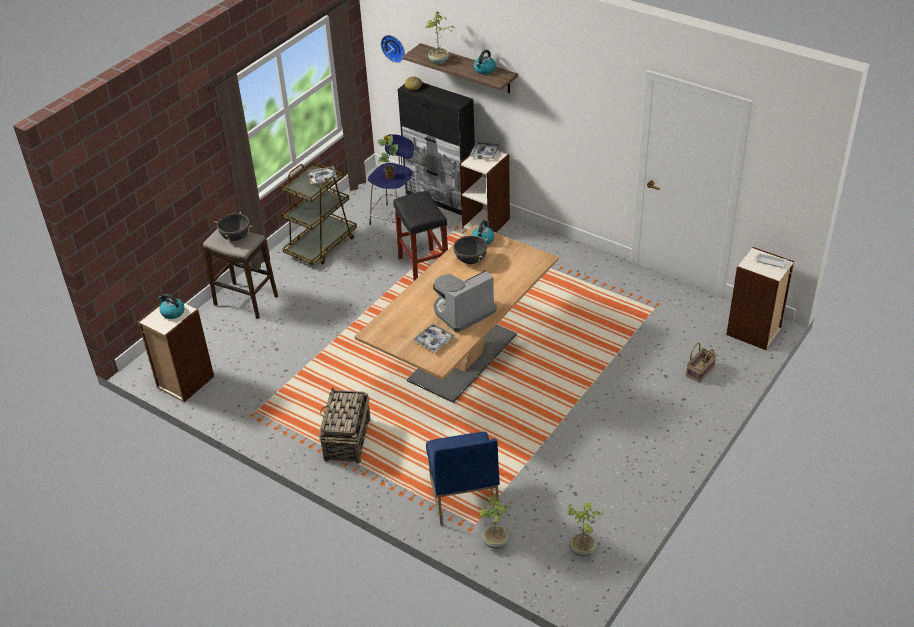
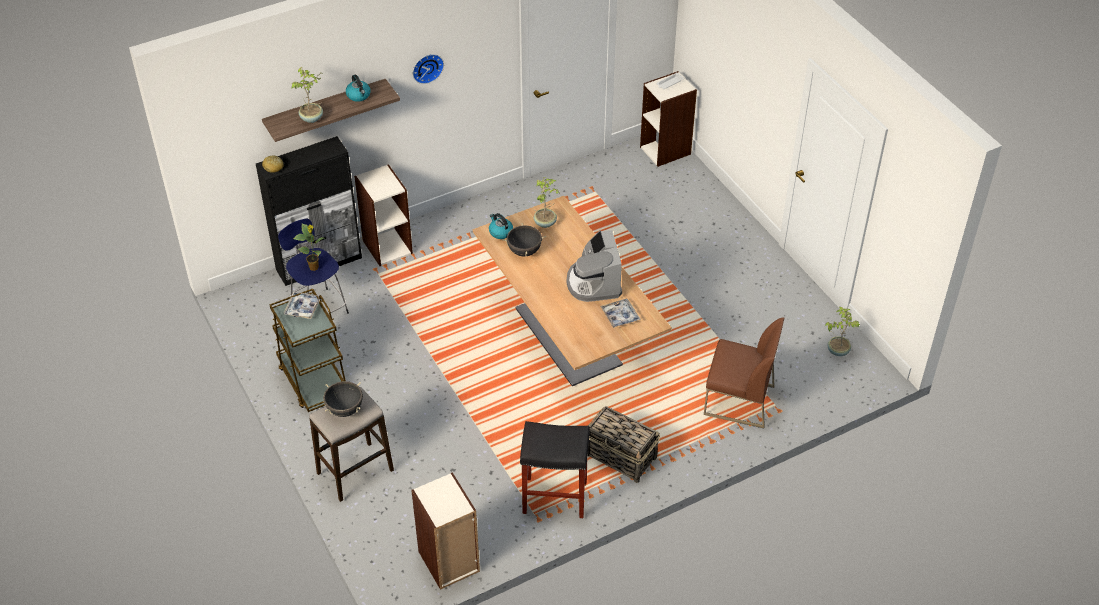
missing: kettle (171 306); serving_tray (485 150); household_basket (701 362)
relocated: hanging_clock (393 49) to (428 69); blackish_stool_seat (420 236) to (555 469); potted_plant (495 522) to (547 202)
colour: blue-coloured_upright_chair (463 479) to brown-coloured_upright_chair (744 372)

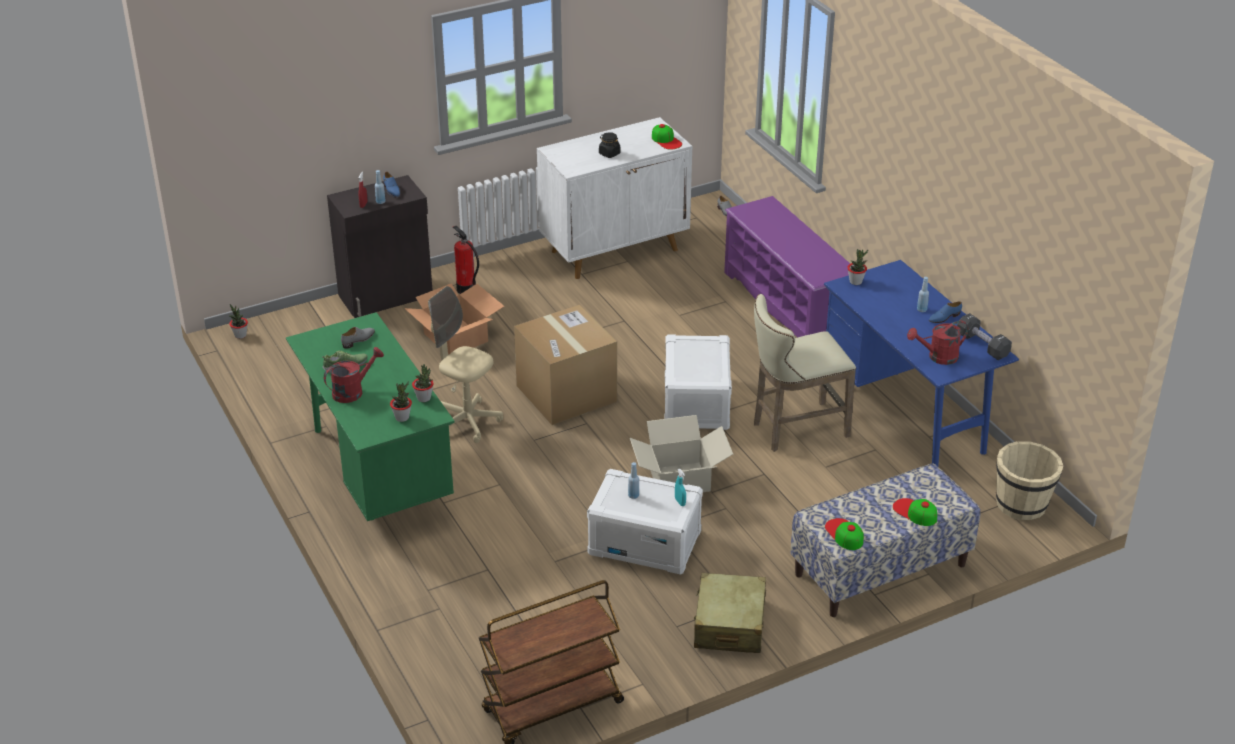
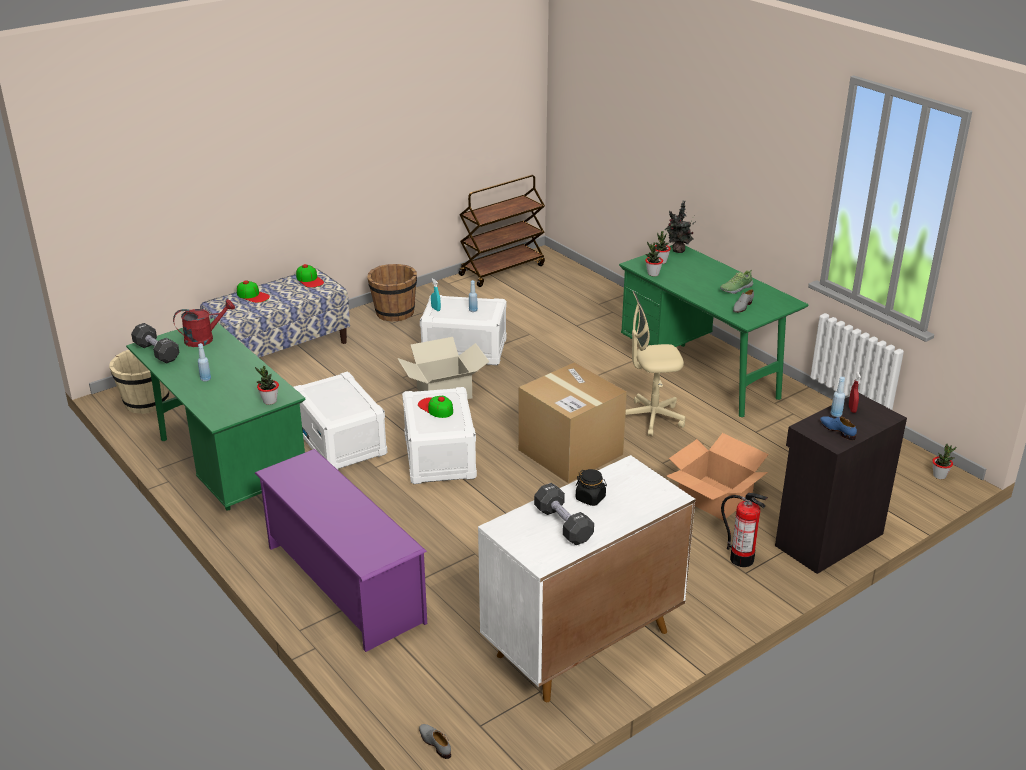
missing: red-coloured_watering_can (354 375); blue-coloured_low_shoe (945 312)
appeared: blackish_dumbbell (564 514); potted_plant (680 226)
relocated: cap (667 136) to (435 407)
exchanged: sand-coloured_travel_case (730 613) to brown-coloured_pail (392 292); sand-coloured_stool_seat (805 373) to whitish_storage_box (340 421)
colour: blue-coloured_desk (921 363) to greenish_desk (216 414)
spun: sand-coloured_office_chair (465 364) = (655 364) 150 degrees clockwise

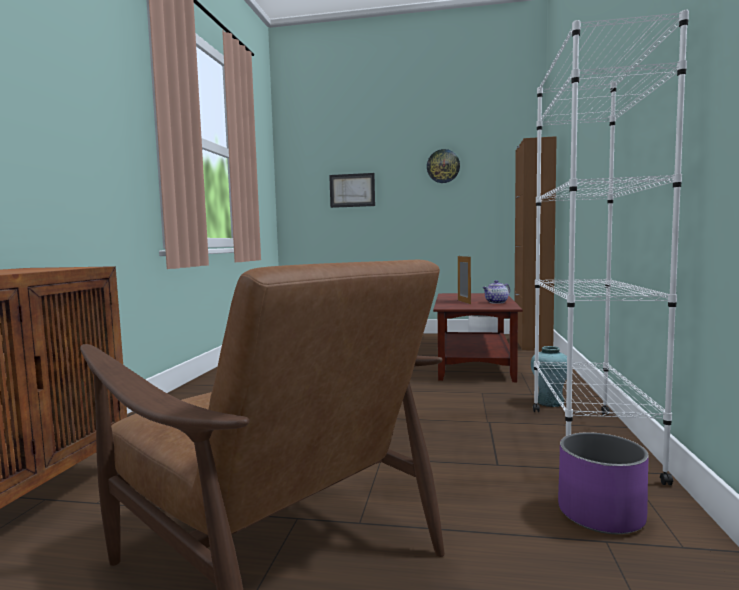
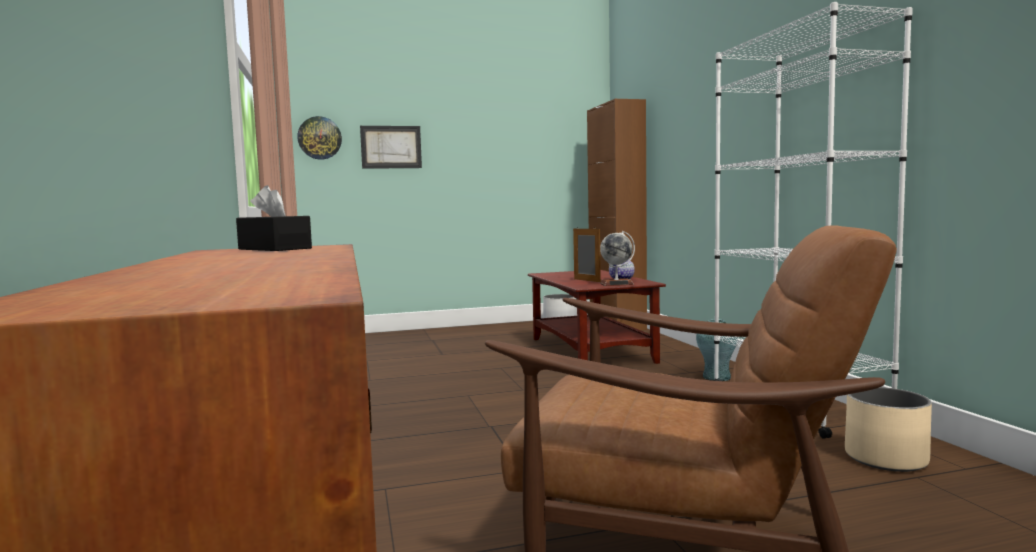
appeared: blackish_box_of_tissues (274 218); globe (617 258)
relocated: hanging_clock (443 166) to (319 138)
colour: purple_plant_pot (603 483) to sand-coloured_plant_pot (888 429)

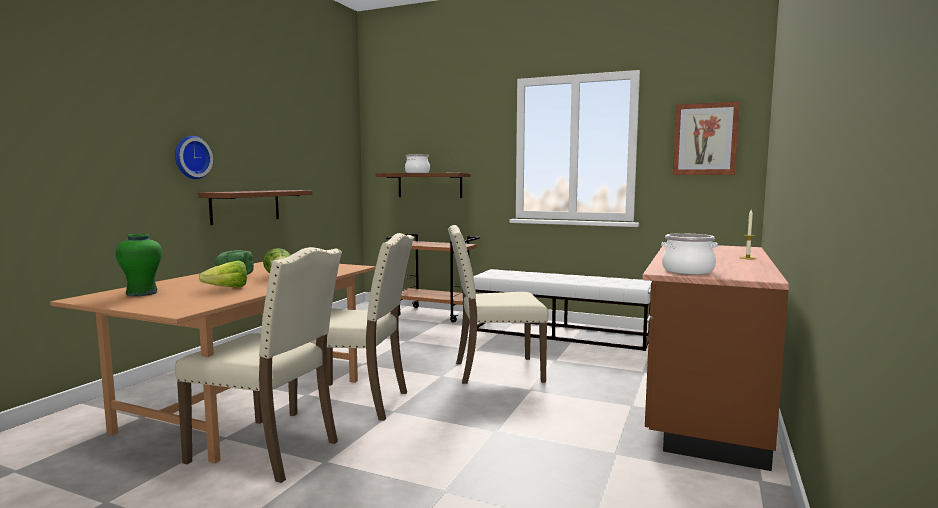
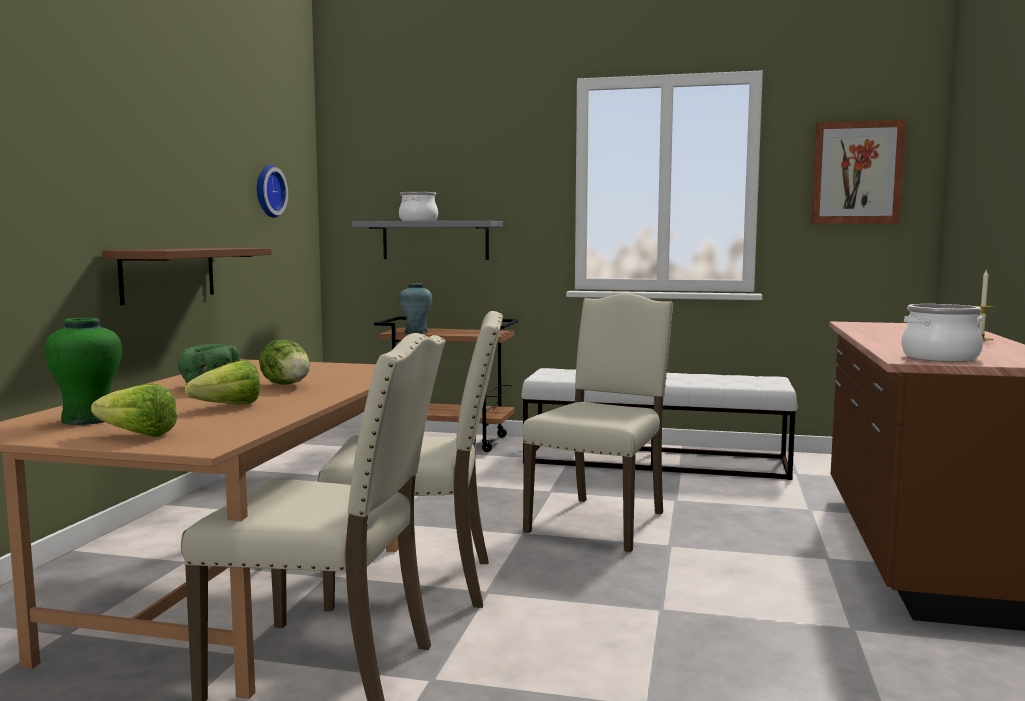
appeared: lettuce_head (134 410); blue-green_flower_vase (415 308)
relocated: hanging_clock (194 157) to (272 191)
colour: brown-coloured_bracket_shelf (423 185) to greyish_bracket_shelf (427 240)
spun: sand-coloured_upright_chair (498 304) = (598 422) 135 degrees clockwise

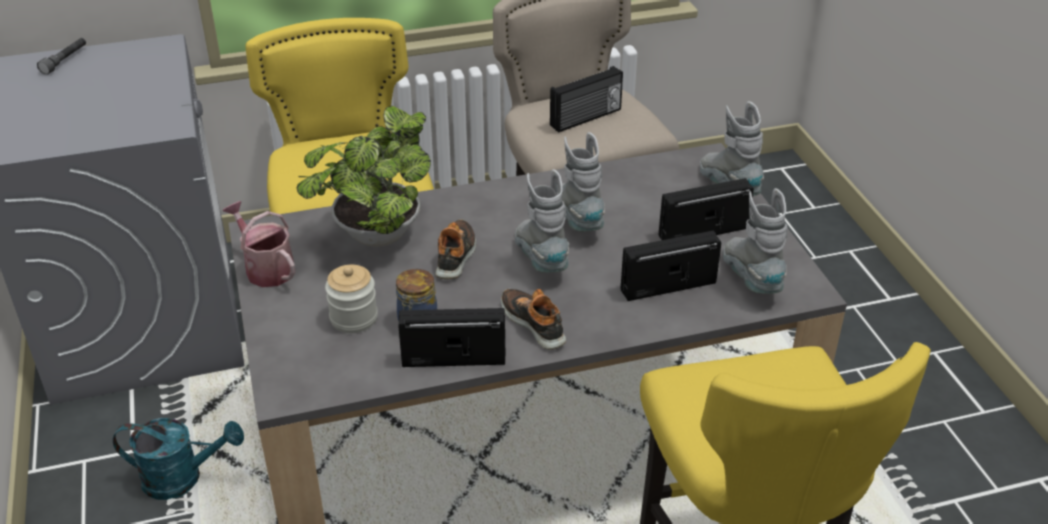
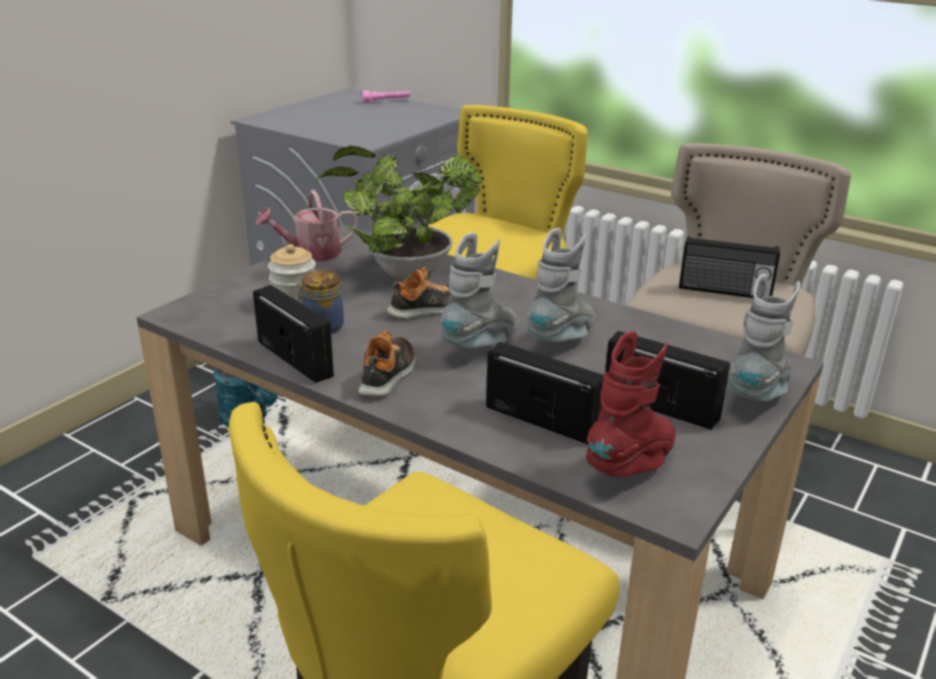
colour: greyish_flashlight (61 56) to pink_flashlight (385 96); greyish_high-top_boot (755 241) to red-coloured_high-top_boot (631 404)
spun: watering_can (258 244) = (307 225) 120 degrees counterclockwise

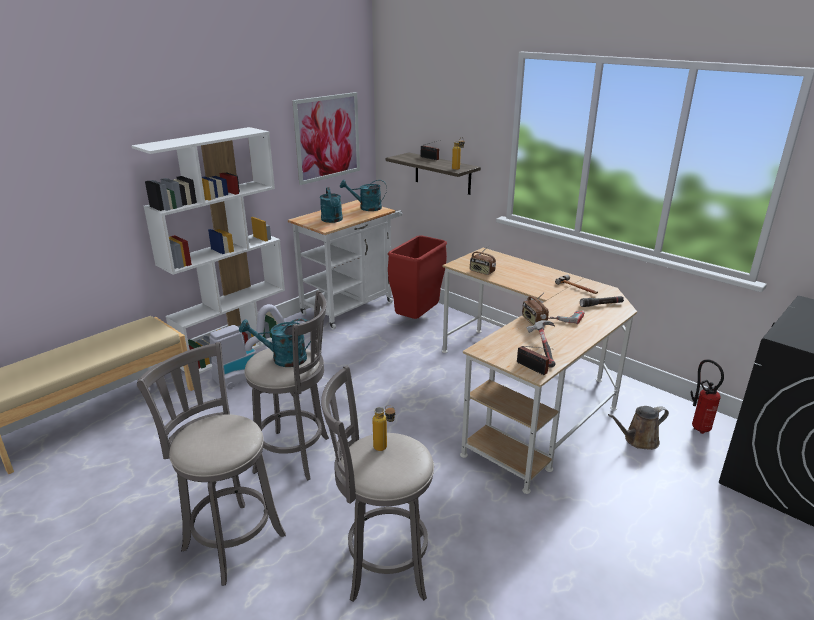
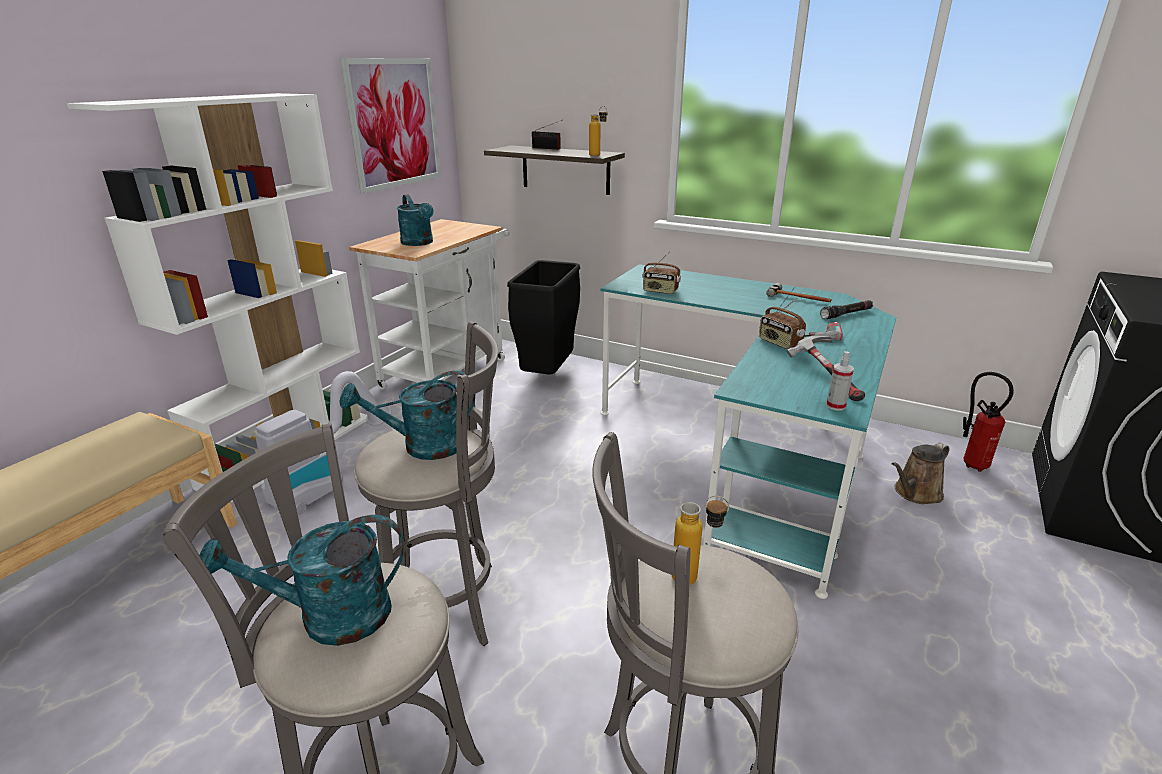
relocated: blue-green_watering_can (363 195) to (301 580)
exchanged: radio_set (533 360) to spray_bottle (840 381)
colour: red-coloured_waste_bin (417 277) to blackish_waste_bin (543 317); sand-coloured_desk (539 371) to blue-green_desk (748 431)

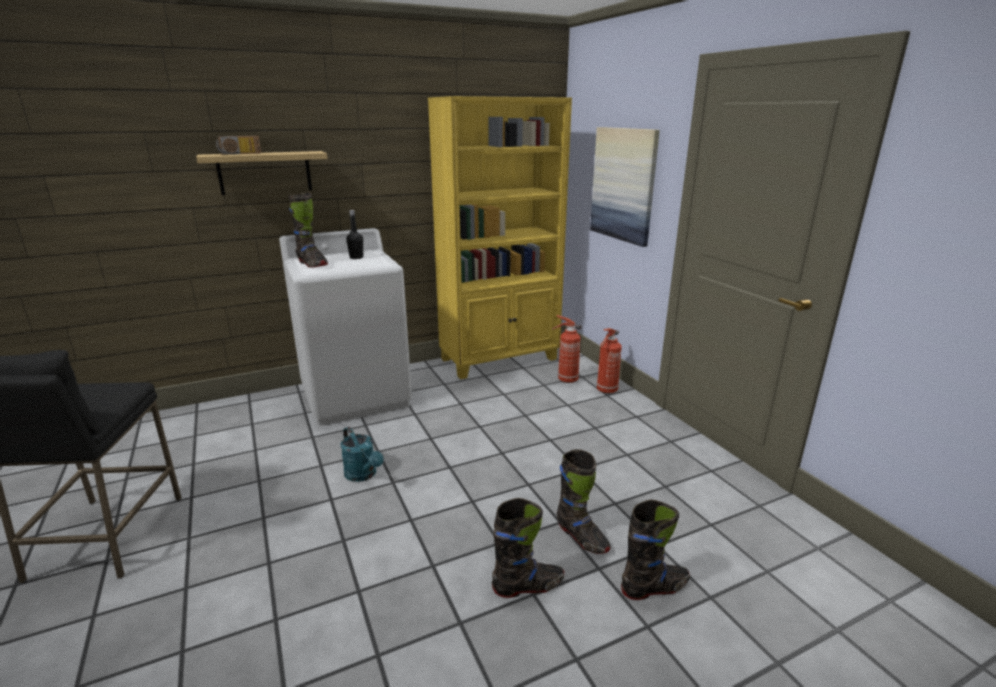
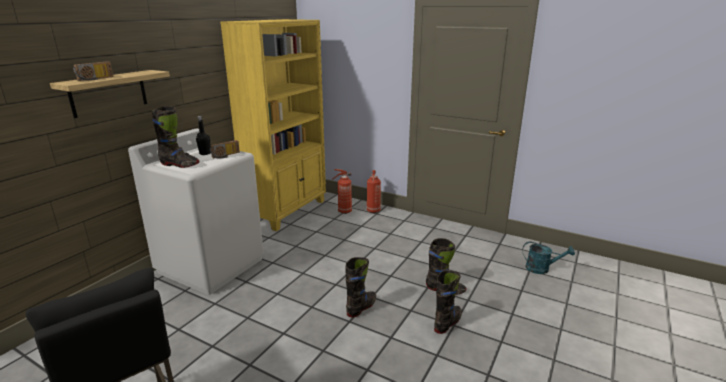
missing: wall_art (625 187)
appeared: radio_set (225 149)
relocated: blue-green_watering_can (362 454) to (548 257); blackish_high-top_boot (655 549) to (360 287)

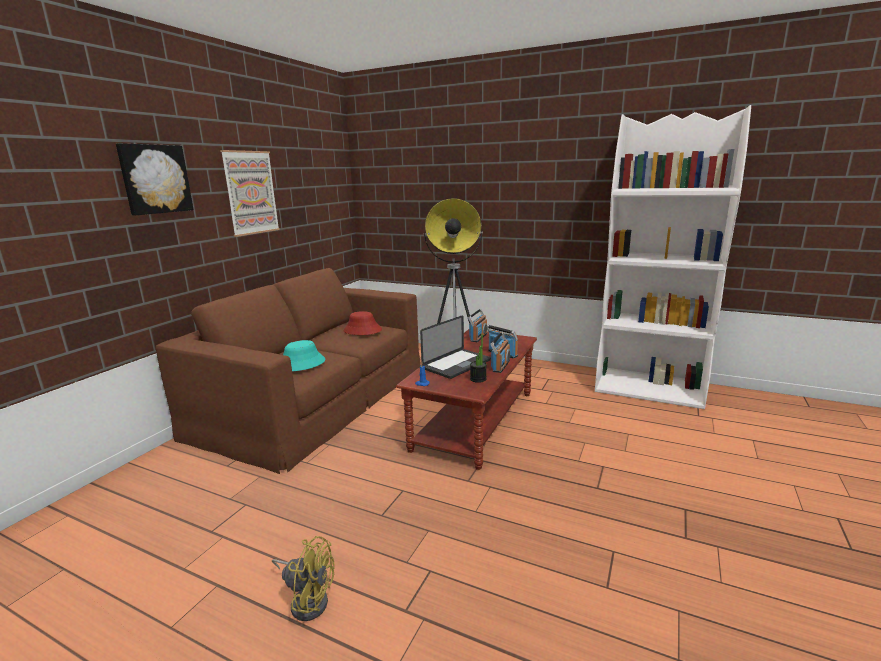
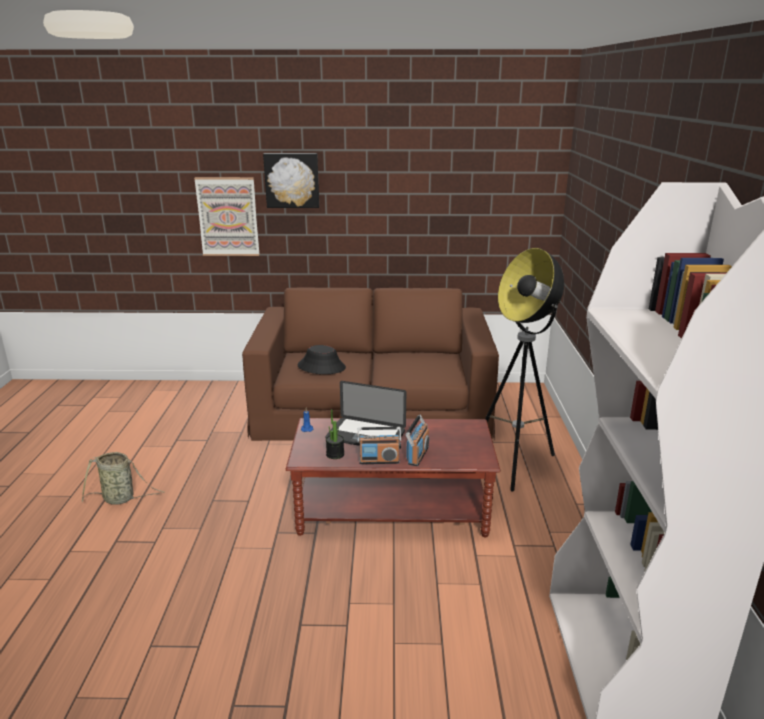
missing: red-coloured_wearable_hat (362 323); radio_set (477 325)
relocated: wall_art (250 193) to (227 216)
exchanged: yellow_fan (303 578) to household_basket (123 478)
colour: blue-green_wearable_hat (304 355) to blackish_wearable_hat (322 359)

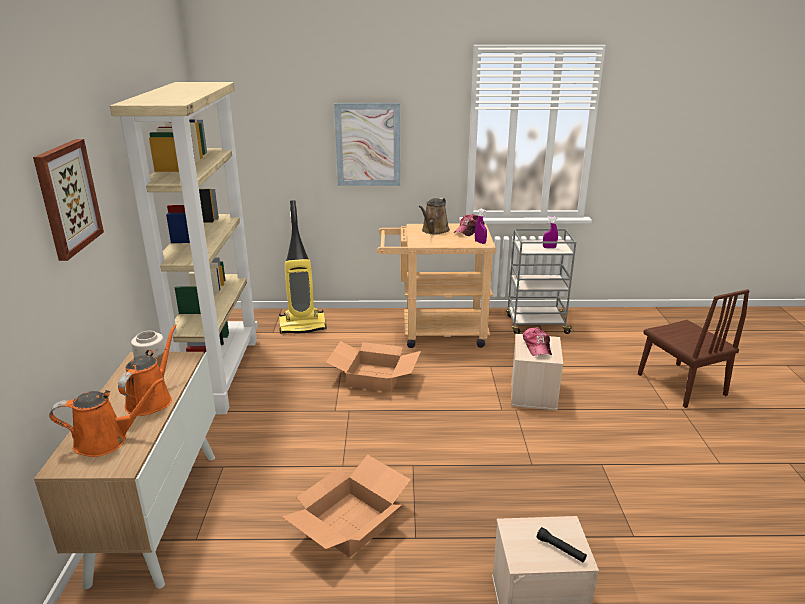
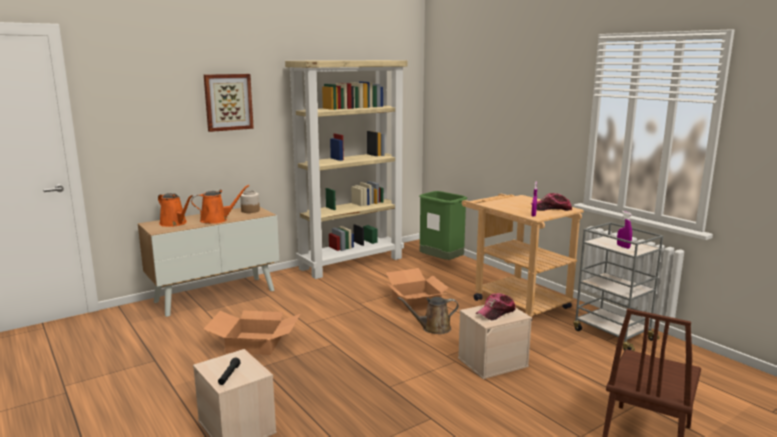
missing: wall_art (367 144)
relocated: brown-coloured_watering_can (434 216) to (428 315)
exchanged: hoover (303 267) to greenish_waste_bin (443 225)

